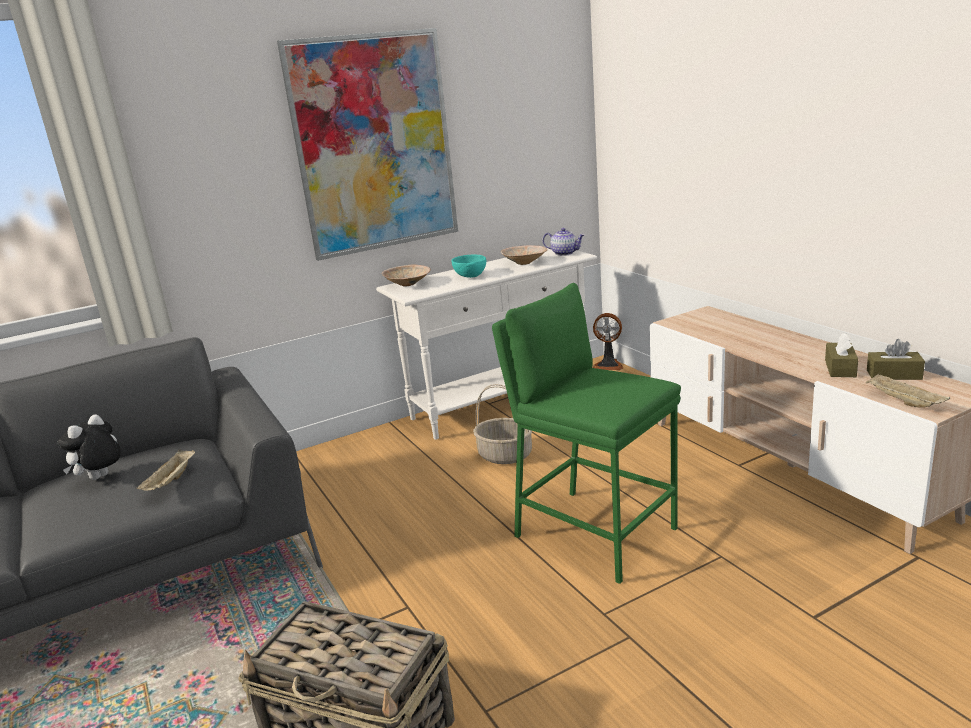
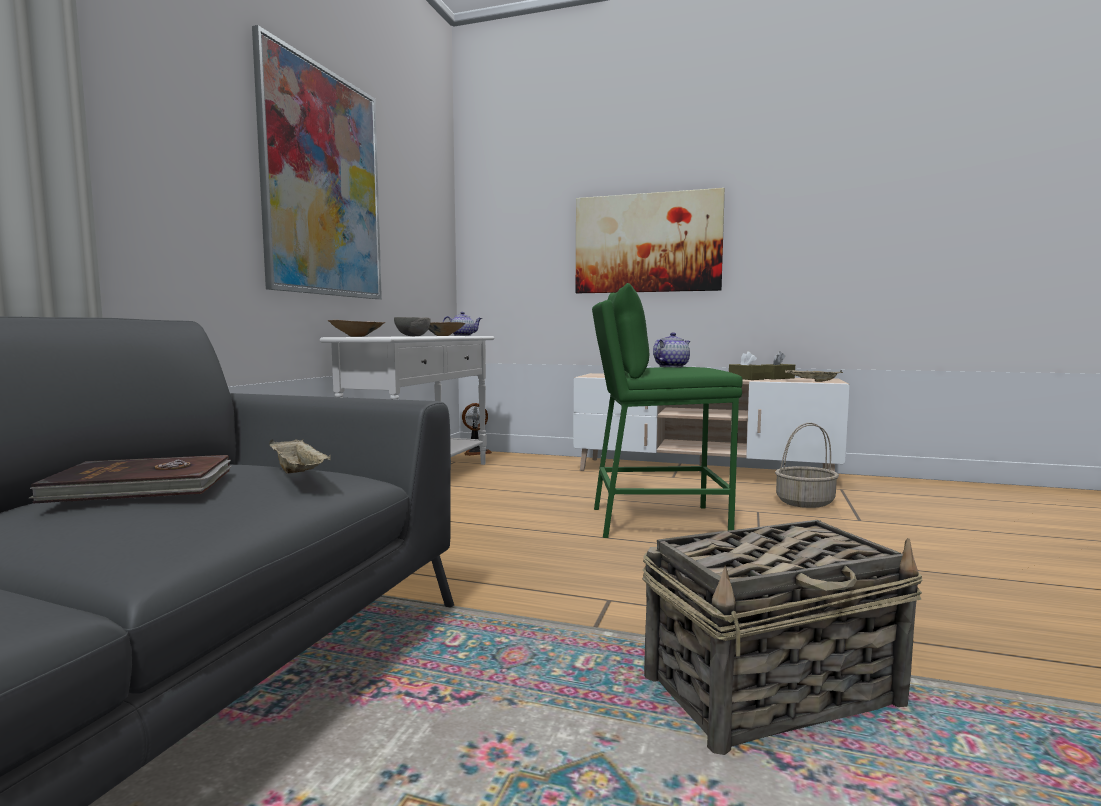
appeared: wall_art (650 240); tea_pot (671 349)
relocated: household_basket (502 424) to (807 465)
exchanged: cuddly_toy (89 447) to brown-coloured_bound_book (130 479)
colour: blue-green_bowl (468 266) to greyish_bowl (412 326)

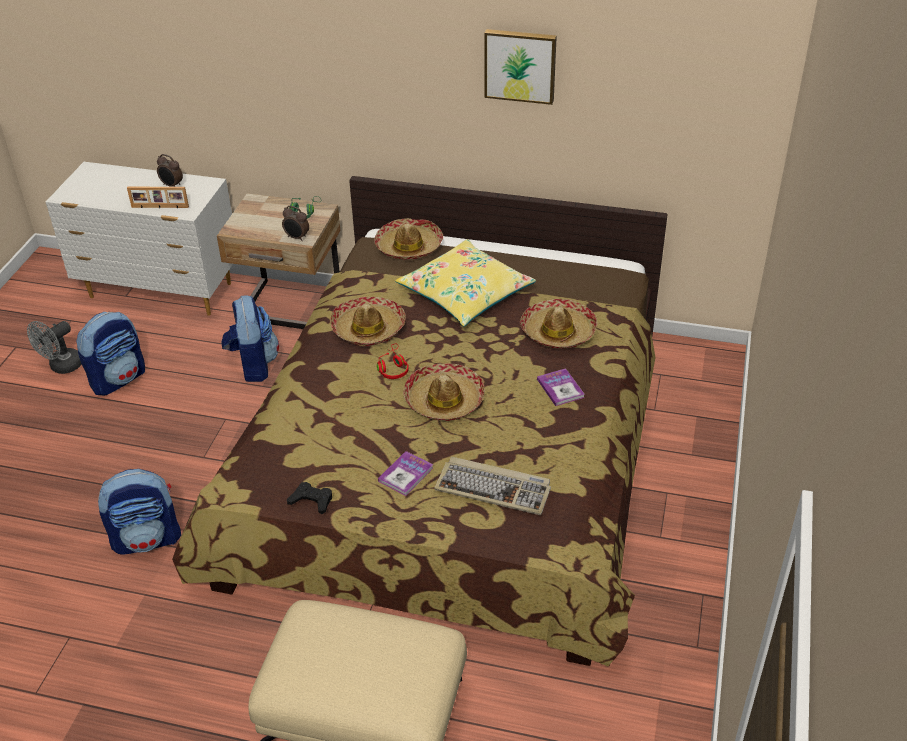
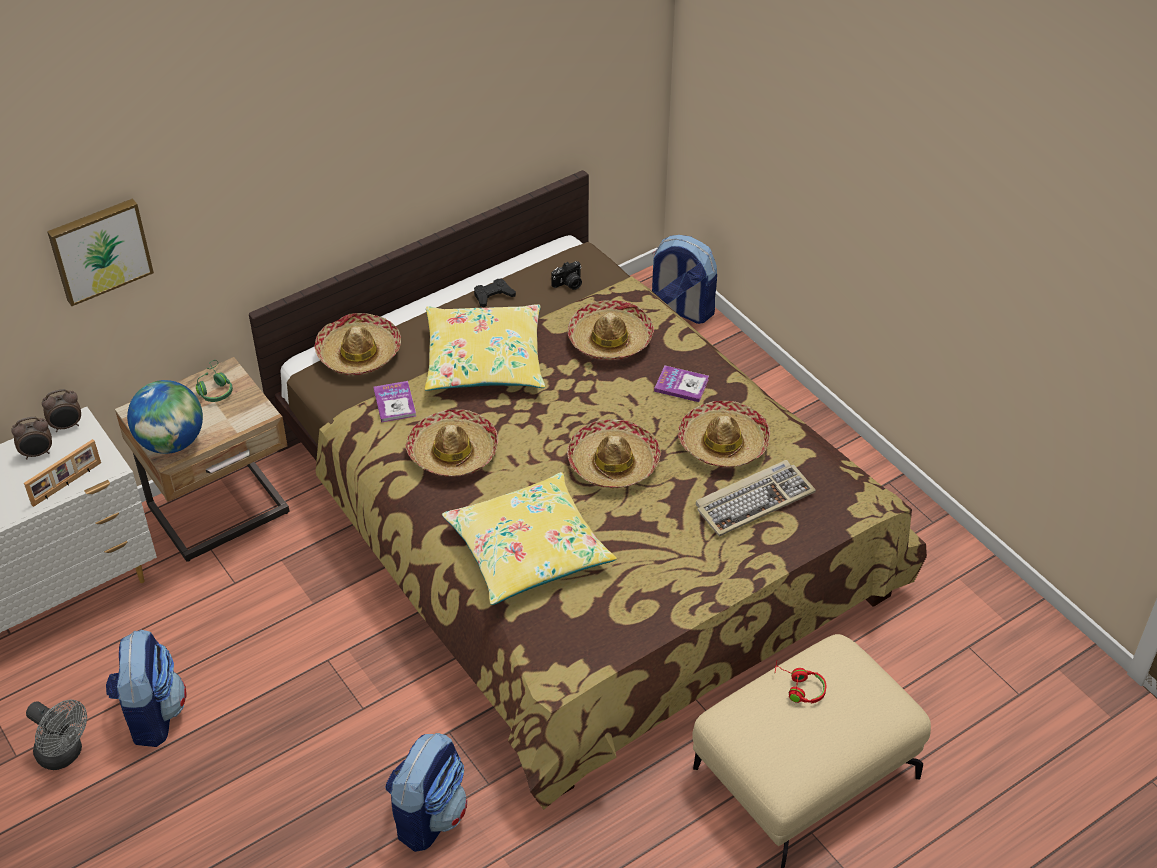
appeared: globe (165 417); yellow_throw_pillow (529 538); still_camera (566 275); wearable_hat (724 434)
relocated: backpack (250 339) to (684 279); alarm_clock (295 223) to (61 410); blackish_gamepad (309 498) to (495 293); red-coloured_headphones (393 361) to (800 682); bound_book (405 473) to (394 402); wall_art (520 67) to (100 252)
spun: greyish_fan (54 347) = (56 735) 45 degrees counterclockwise

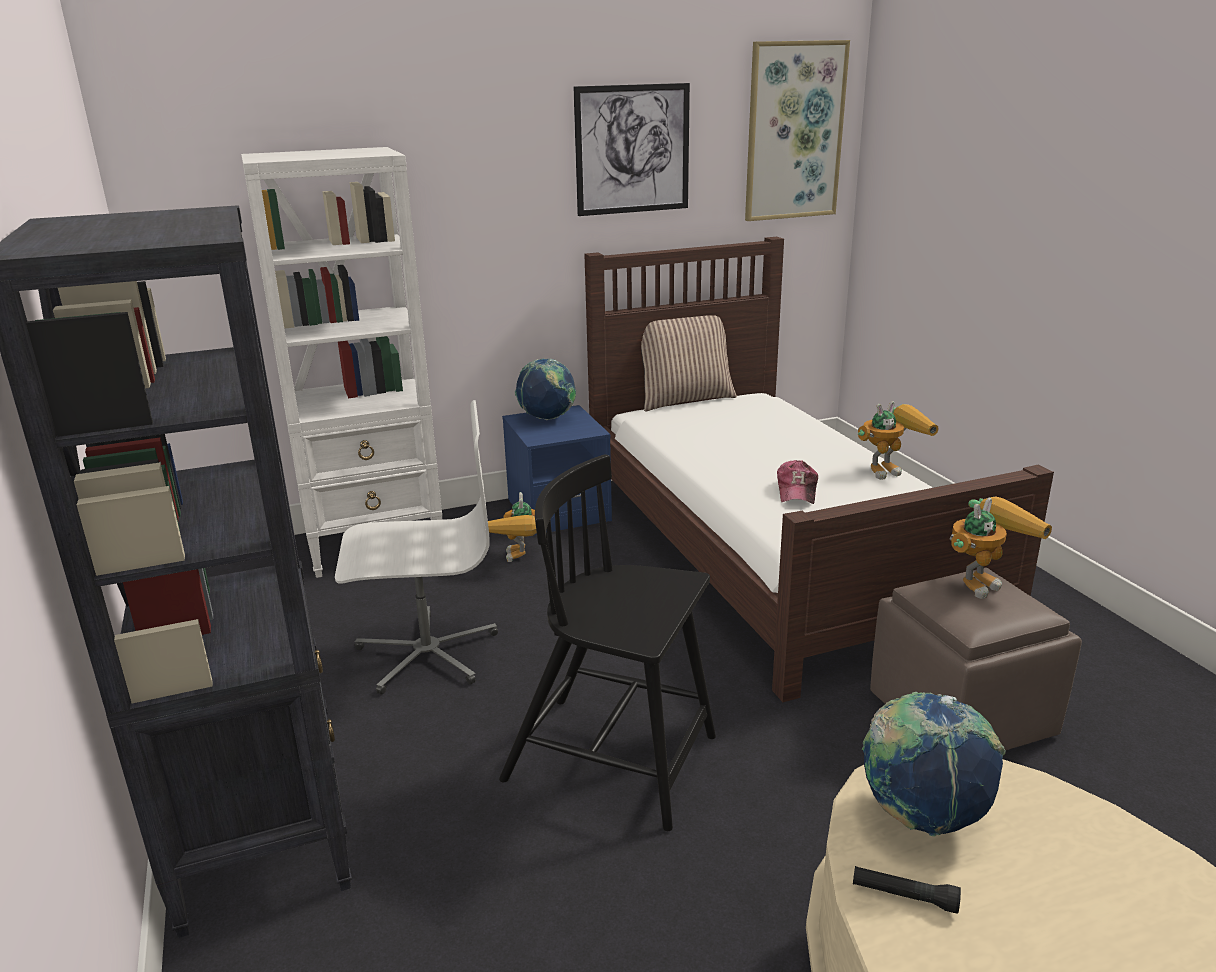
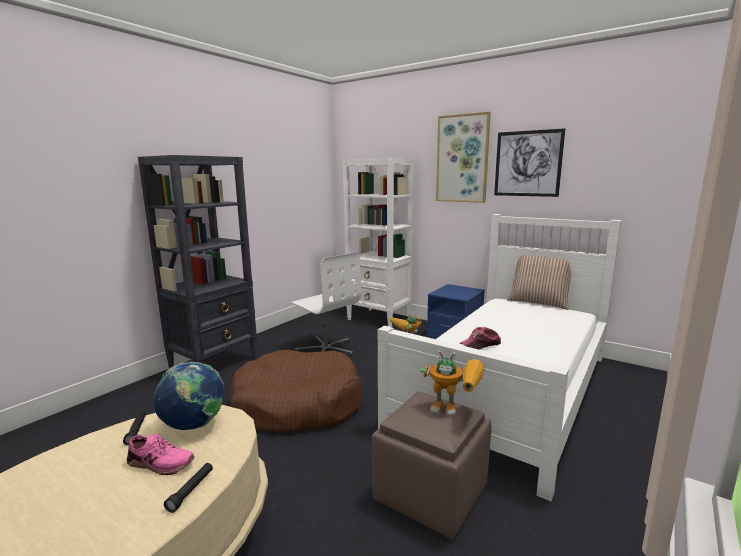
missing: globe (545 389); toy_robot (898 440)
appeared: pink_low_shoe (161 454); blackish_flashlight (188 488)
relocated: wall_art (797 130) to (463 157)
exchanged: blackish_upright_chair (607 642) to brown-coloured_pet_bed (296 391)
colour: brown-coloured_bed (819 469) to whitish_bed (499 357)

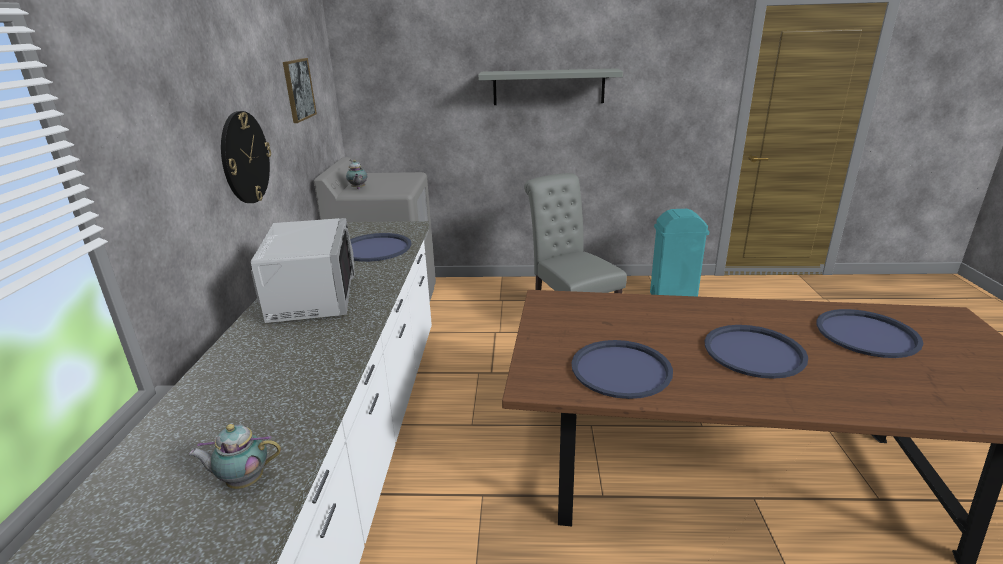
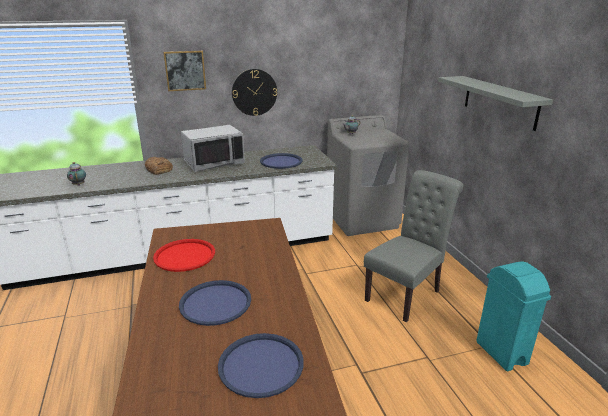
appeared: baked_bread (159 166)
relocated: wall_art (300 90) to (184 71)
colour: blue-coloured_serving_tray (622 369) to red-coloured_serving_tray (184 255)

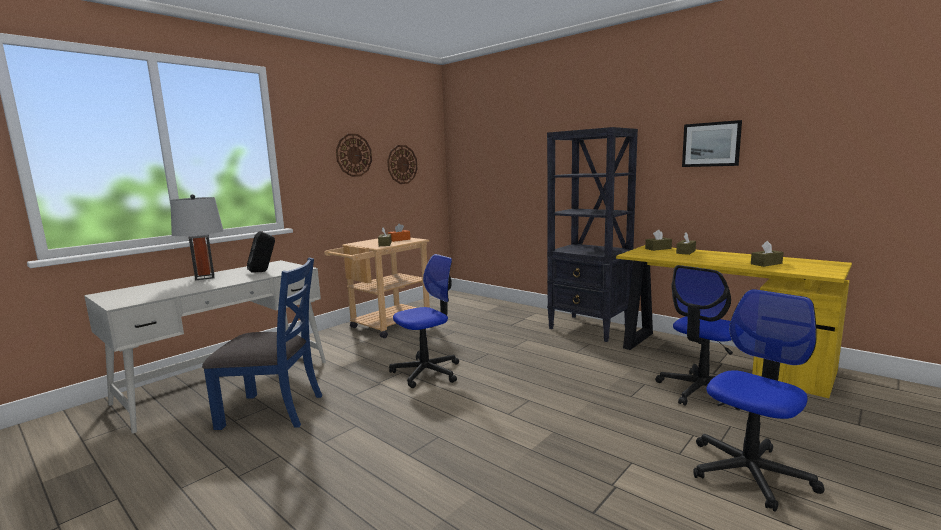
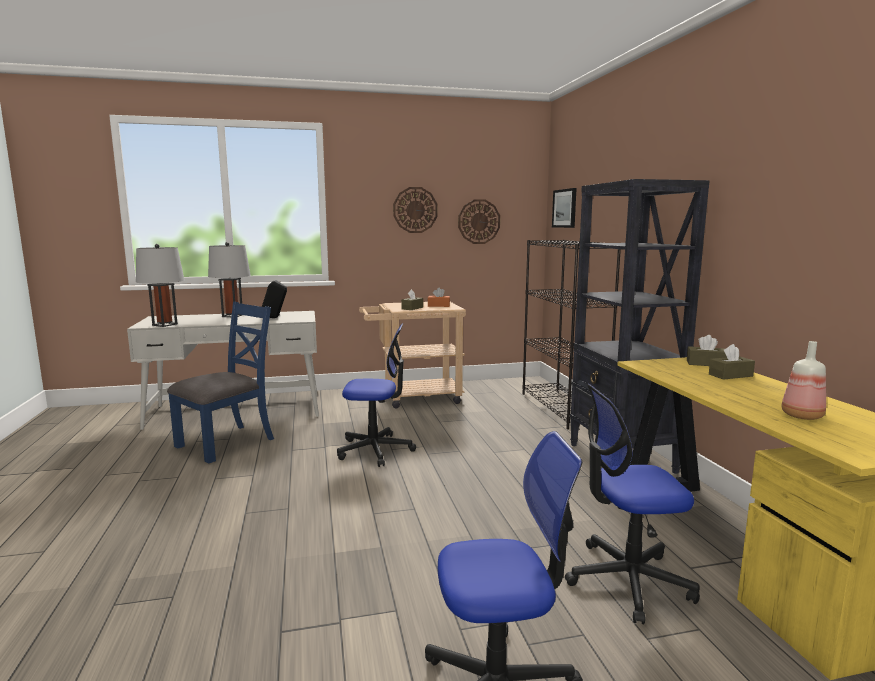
appeared: greyish_tabletop_lamp (160 285); blackish_bookcase (571 335)
relocated: wall_art (712 143) to (564 208)
exchanged: brown-coloured_box_of_tissues (767 254) to bottle (804 380)
spun: blue-coloured_upright_chair (262 343) = (220 382) 90 degrees counterclockwise

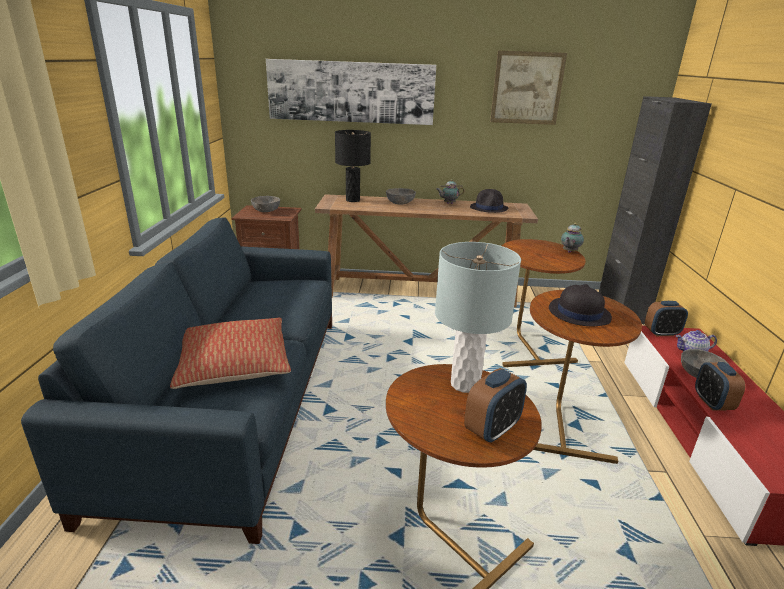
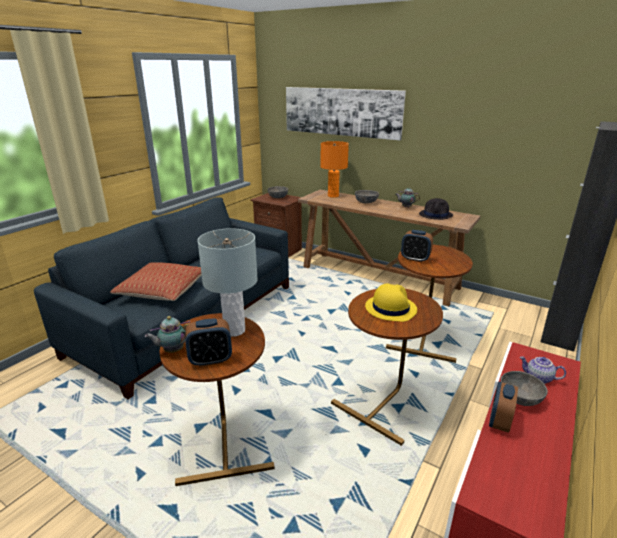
missing: wall_art (528 88)
relocated: tea_pot (572 238) to (167 334); alarm_clock (666 318) to (417 246)
colour: blackish_tabletop_lamp (353 166) to orange_tabletop_lamp (334 169); blackish_wearable_hat (580 305) to yellow_wearable_hat (391 302)

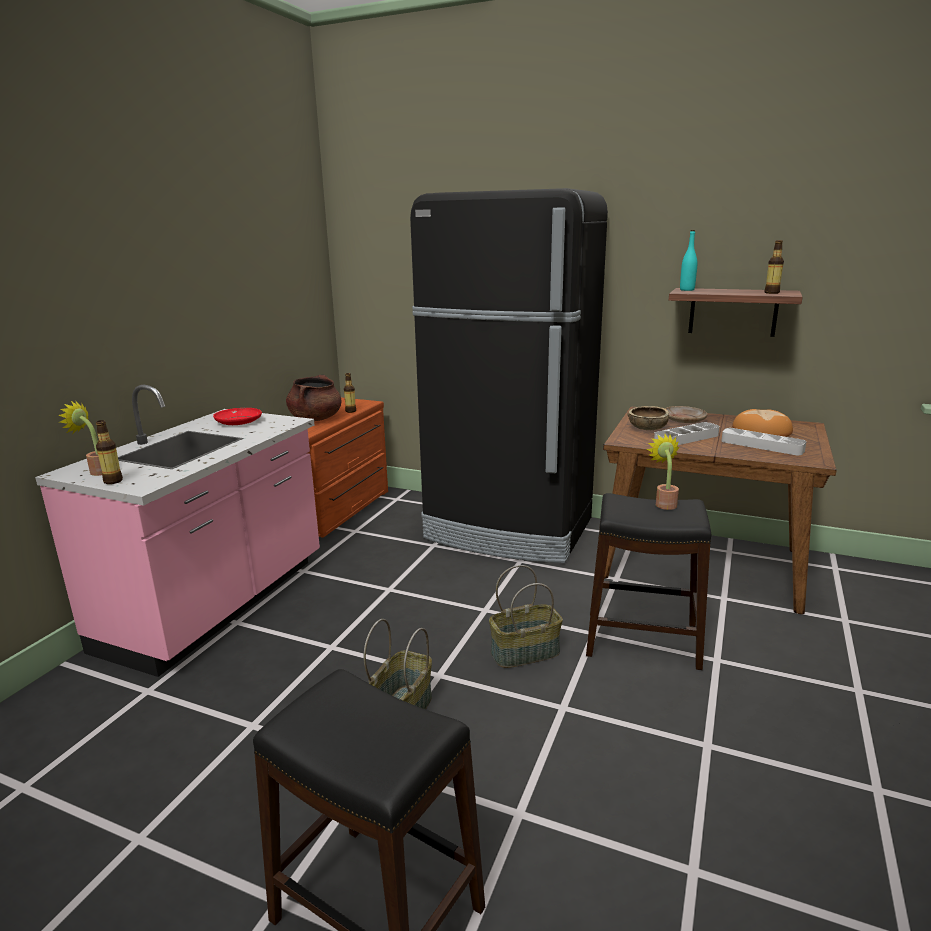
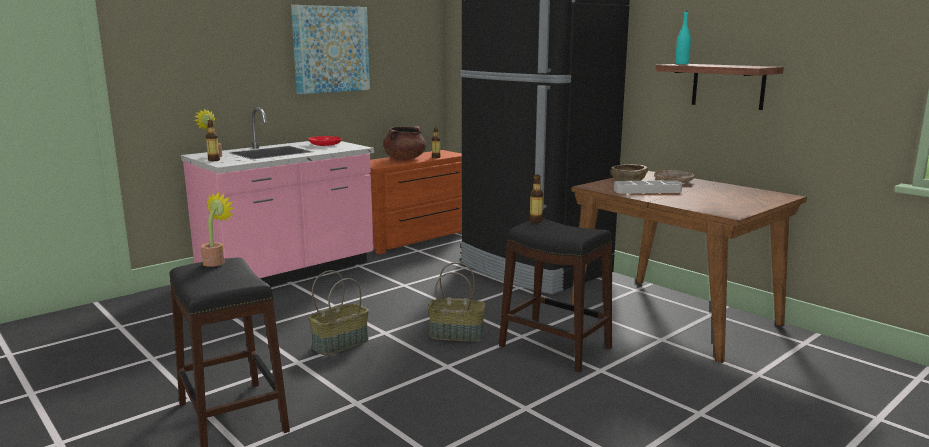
missing: greyish_serving_tray (764 441); baked_bread (762 423)
appeared: wall_art (330 49)
relocated: potted_plant (663 472) to (218 229); bottle (774 267) to (536 199)

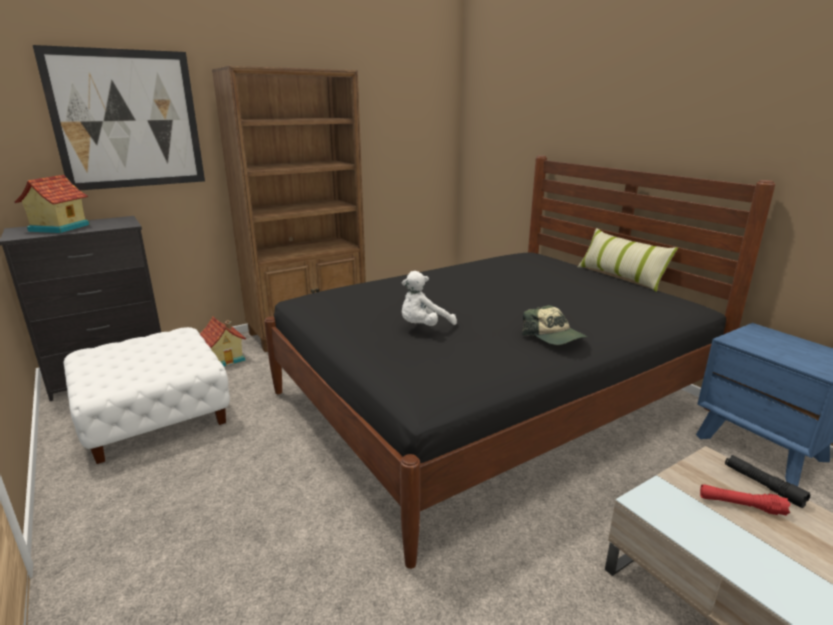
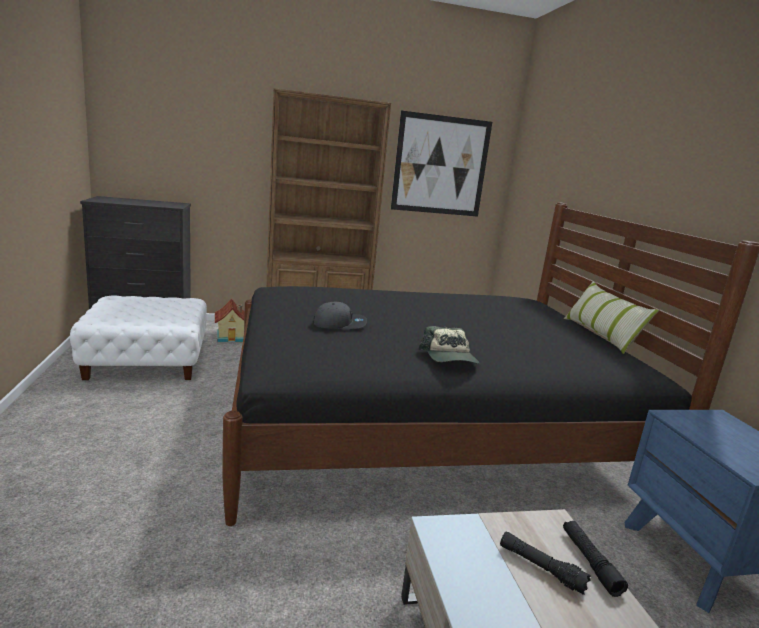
missing: model_house (52 204)
relocated: wall_art (119 117) to (441 163)
exchanged: whitish_cuddly_toy (429 298) to greyish_cap (340 315)
colour: red-coloured_flashlight (745 500) to blackish_flashlight (545 563)

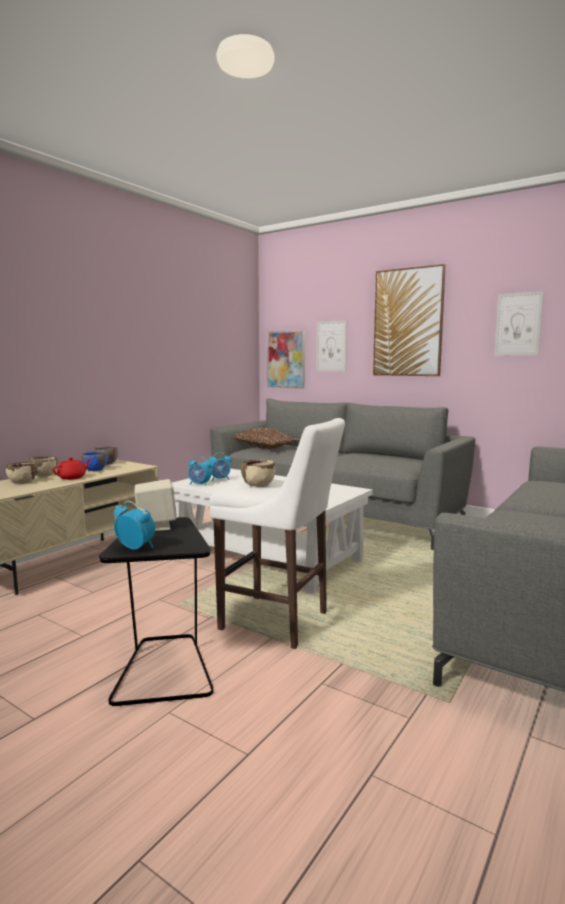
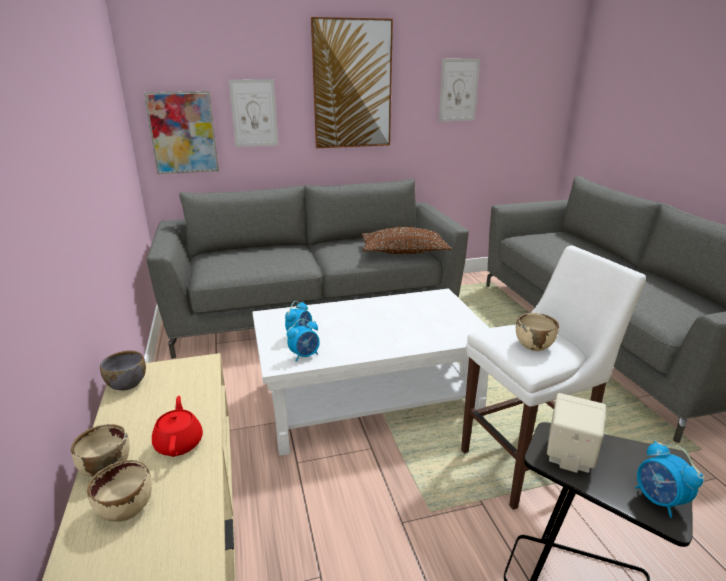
missing: blue-coloured_bowl (94 461)
relocated: brown-coloured_throw_pillow (266 438) to (407 240)
spun: alarm_clock (134 525) = (669 479) 90 degrees counterclockwise

